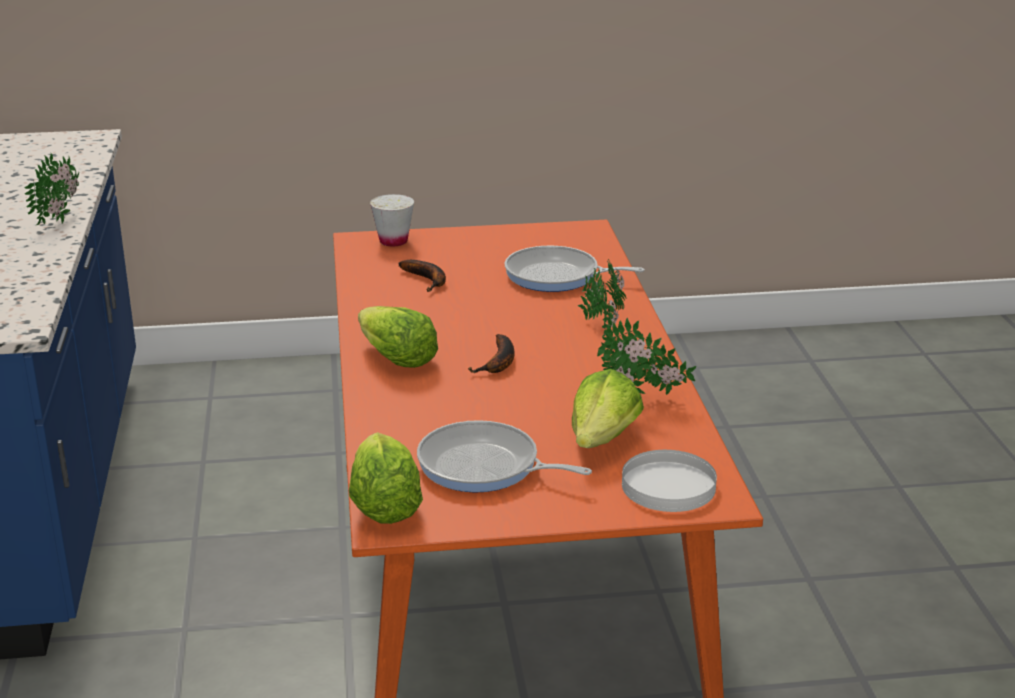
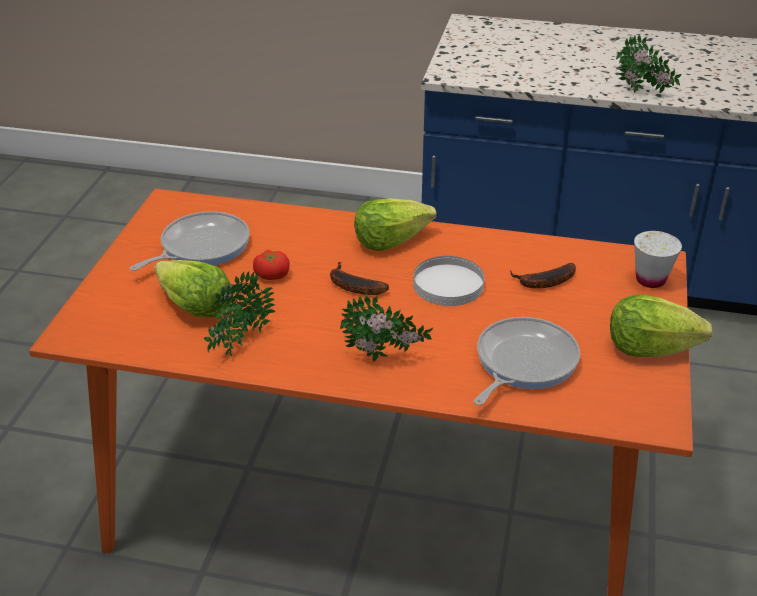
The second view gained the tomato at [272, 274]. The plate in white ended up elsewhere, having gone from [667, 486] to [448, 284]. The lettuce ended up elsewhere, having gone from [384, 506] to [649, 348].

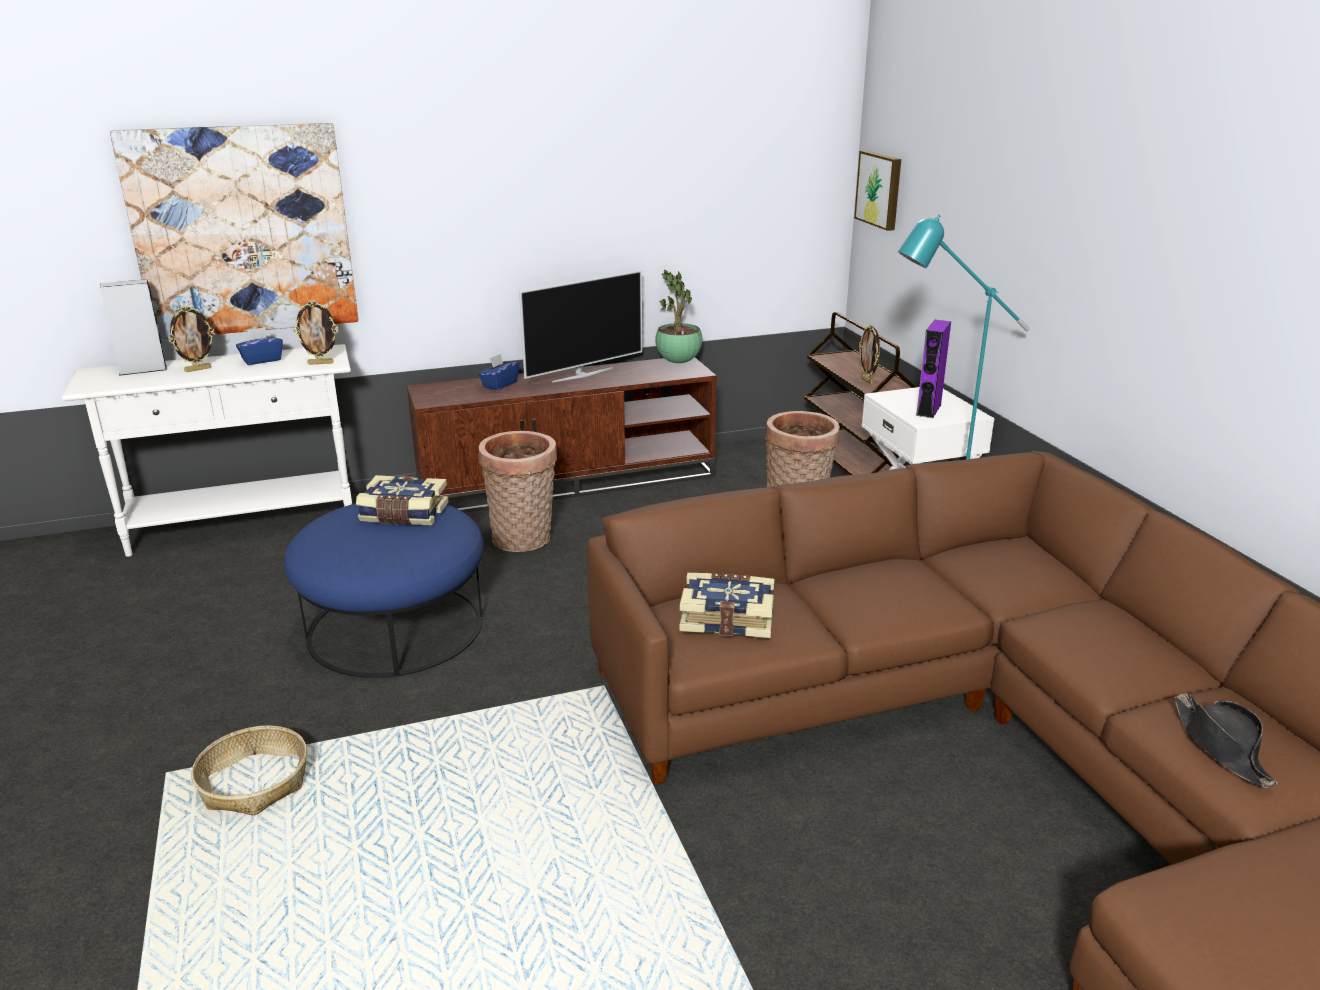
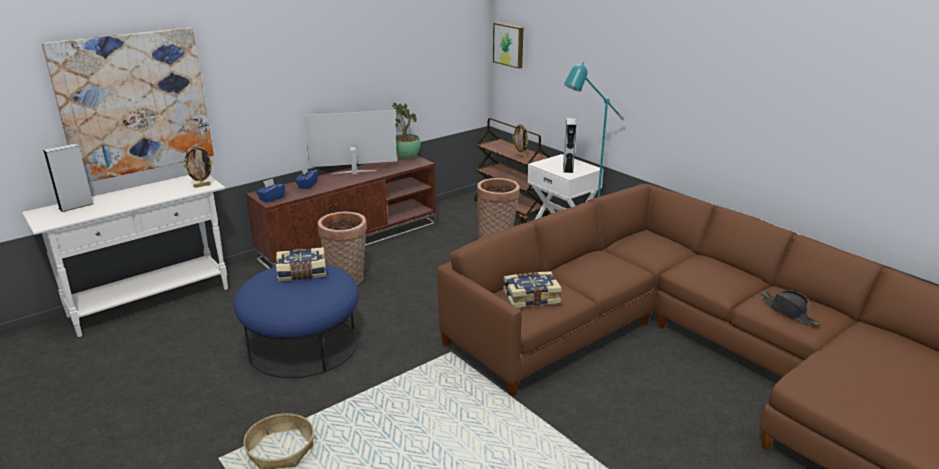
The tissue box in blue ended up elsewhere, having gone from [262, 360] to [271, 198]. The television at [582, 374] ended up facing another way, 135 degrees counterclockwise from before. What was the speaker in purple at [928, 410] turned into the speaker in grey at [568, 168]. The second view lost the picture frame at [198, 369].

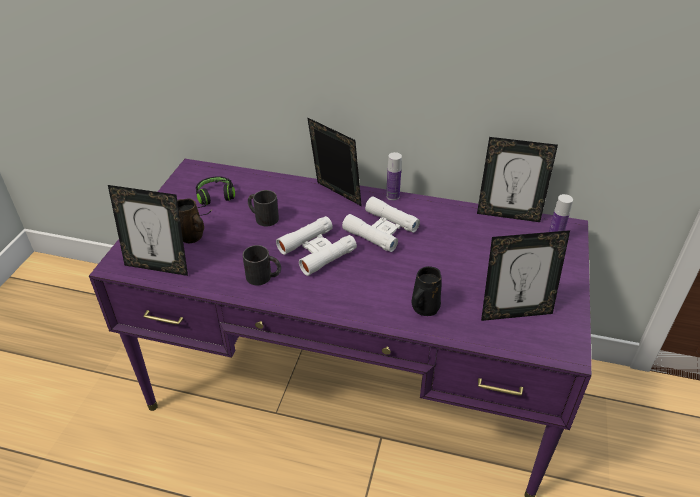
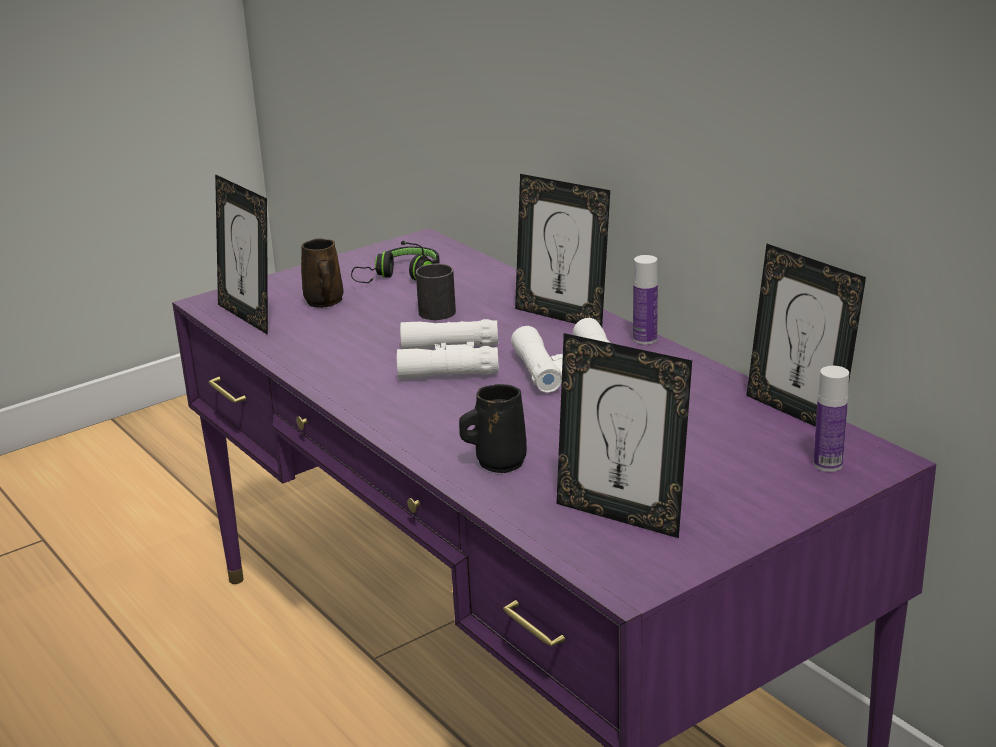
The picture frame at [335, 196] ended up facing another way, 135 degrees clockwise from before. The second view lost the mug in black at [264, 277].

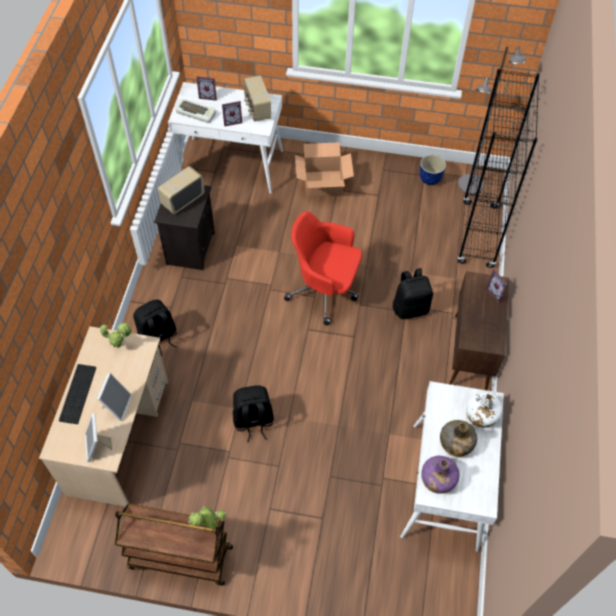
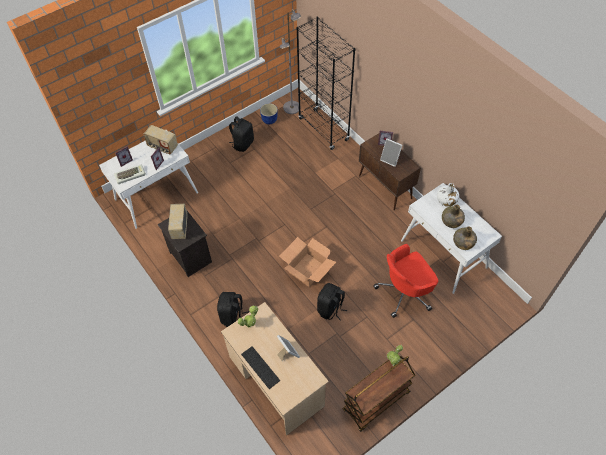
The backpack in black ended up elsewhere, having gone from [410, 308] to [242, 143]. The cardboard box ended up elsewhere, having gone from [323, 183] to [307, 269]. The office chair in red ended up elsewhere, having gone from [325, 291] to [405, 292]. The picture frame ended up elsewhere, having gone from [97, 446] to [390, 159]. What was the bottle in purple at [437, 479] turned into the bottle in green at [463, 243].

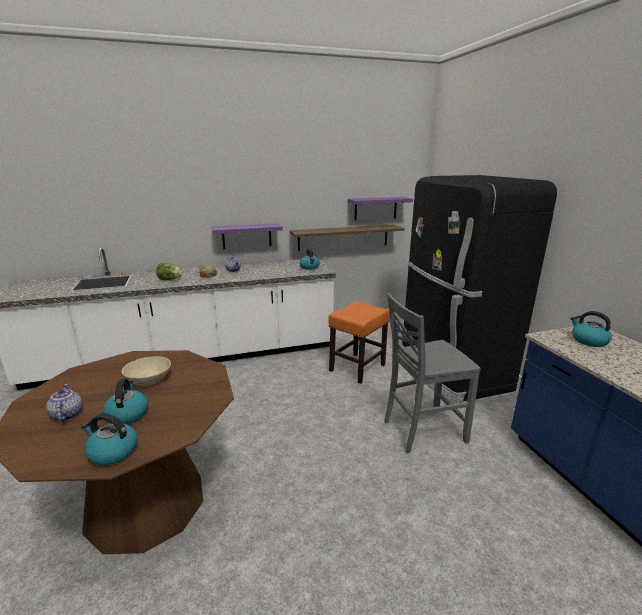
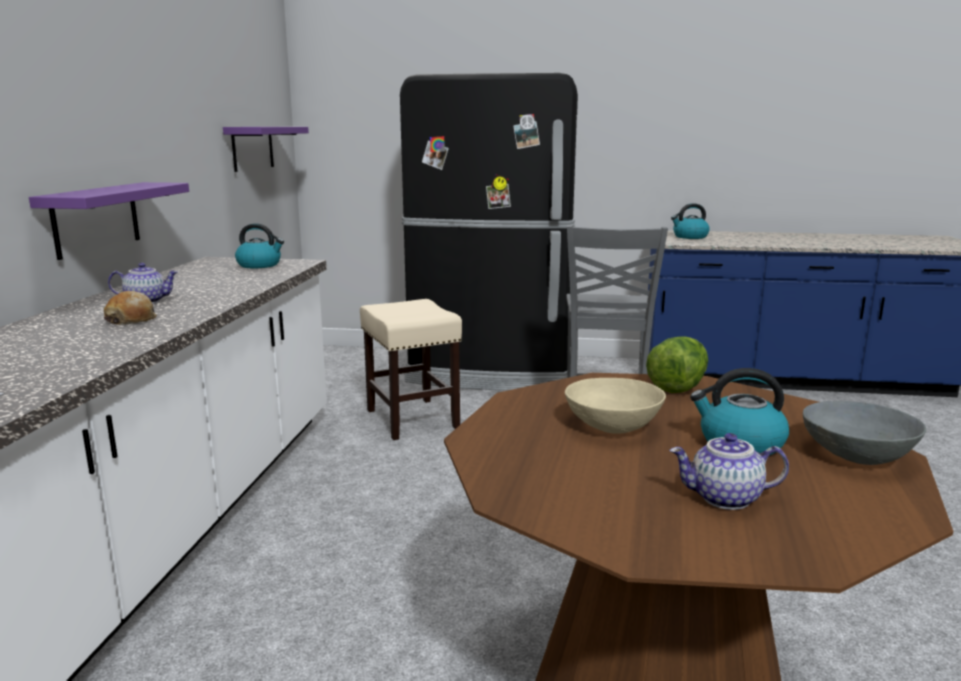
What was the stool in orange at [357, 367] turned into the stool in beige at [411, 418]. The lettuce ended up elsewhere, having gone from [170, 280] to [678, 386]. Where the kettle stood at [112, 452], the bowl in grey came to stand at [858, 455]. The second view lost the shelf at [343, 237].

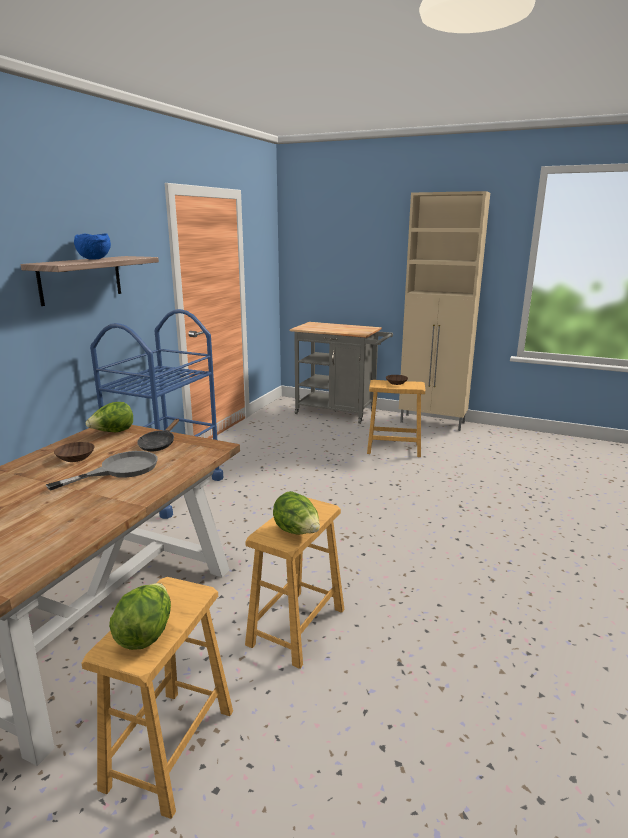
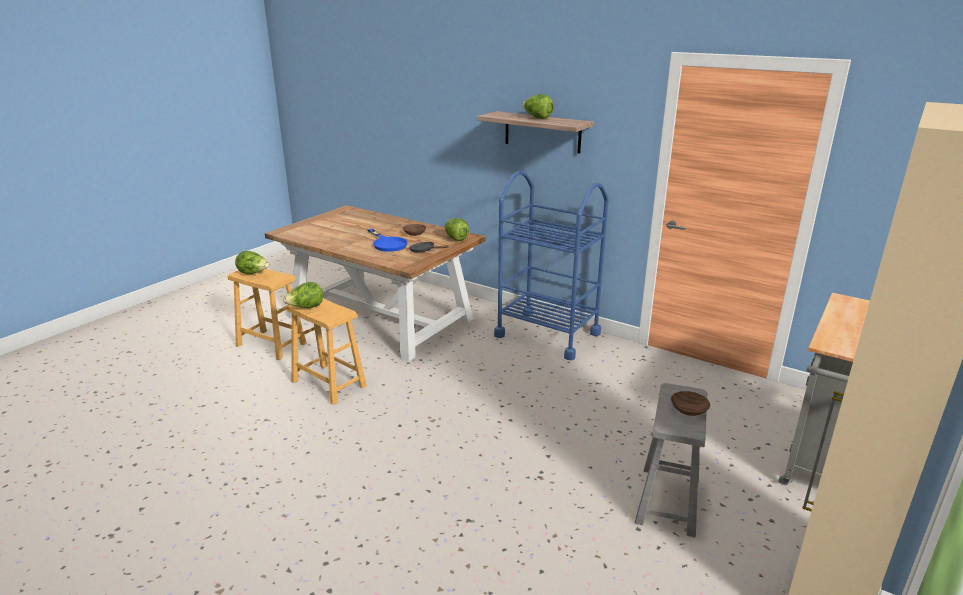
What was the frying pan in grey at [119, 470] turned into the frying pan in blue at [387, 244]. Where the bowl in blue stood at [95, 259], the lettuce came to stand at [537, 118]. What was the stool in brown at [394, 448] turned into the stool in grey at [668, 501].

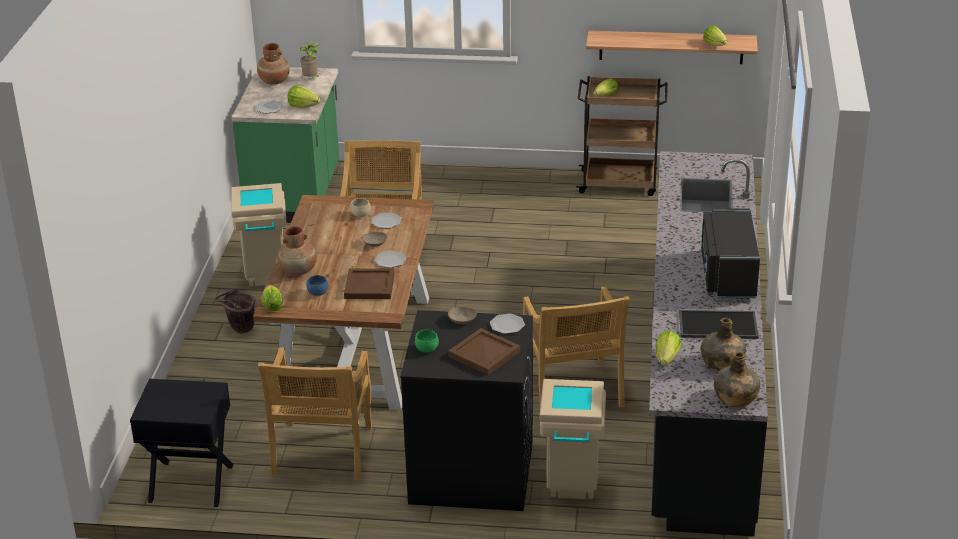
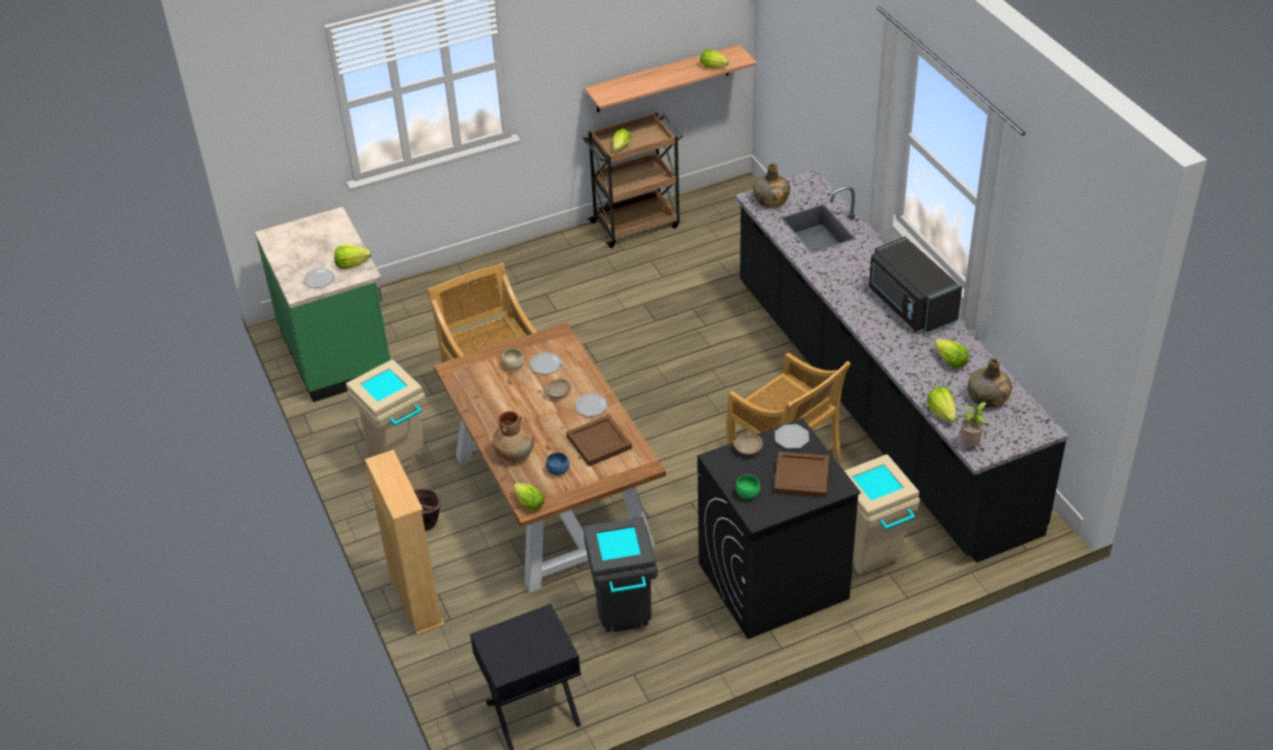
The second view gained the bookcase in beige at [416, 600]. Where the chair in beige stood at [322, 452], the trash can in grey came to stand at [625, 623]. The bottle in green ended up elsewhere, having gone from [735, 398] to [770, 200]. Where the tray stood at [717, 326], the lettuce came to stand at [950, 362]. The potted plant ended up elsewhere, having gone from [311, 79] to [970, 445]. The second view lost the vase in brown at [274, 81].

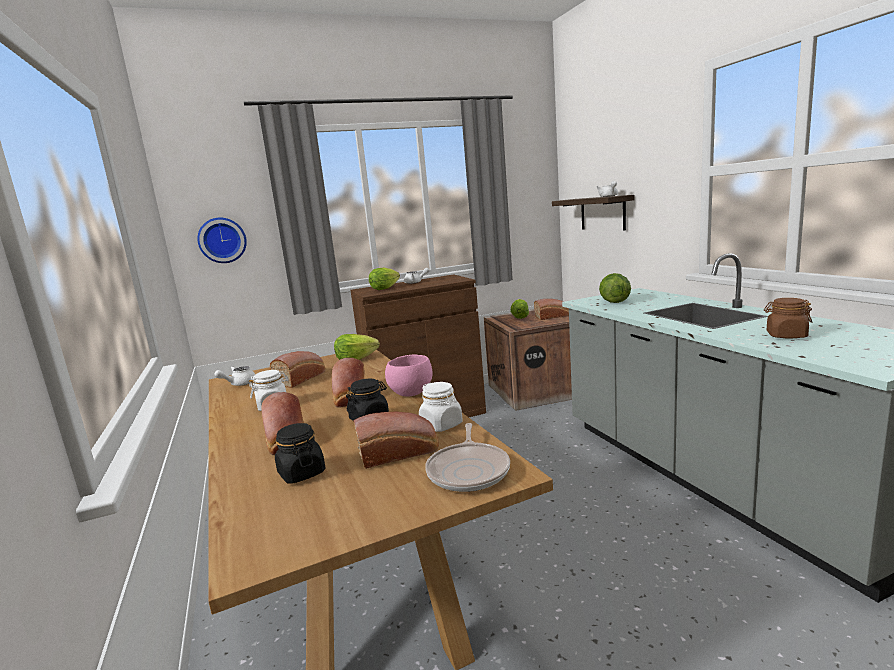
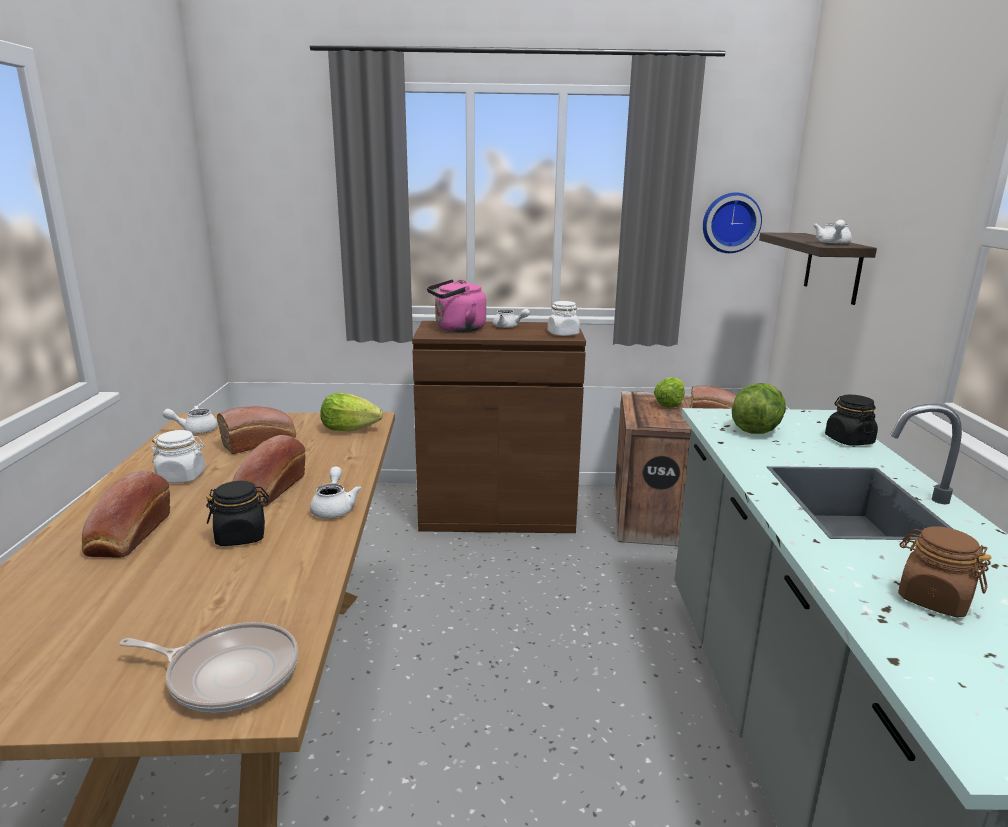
The frying pan at [469, 470] ended up facing another way, 105 degrees counterclockwise from before. Where the bowl in pink stood at [410, 393], the teapot in white came to stand at [334, 508]. Where the lettuce stood at [384, 288], the kettle in pink came to stand at [457, 329]. The jar in white ended up elsewhere, having gone from [441, 425] to [563, 334]. The wall clock ended up elsewhere, having gone from [222, 240] to [730, 222]. The jar in black ended up elsewhere, having gone from [301, 473] to [848, 440]. The second view lost the bread at [400, 452].

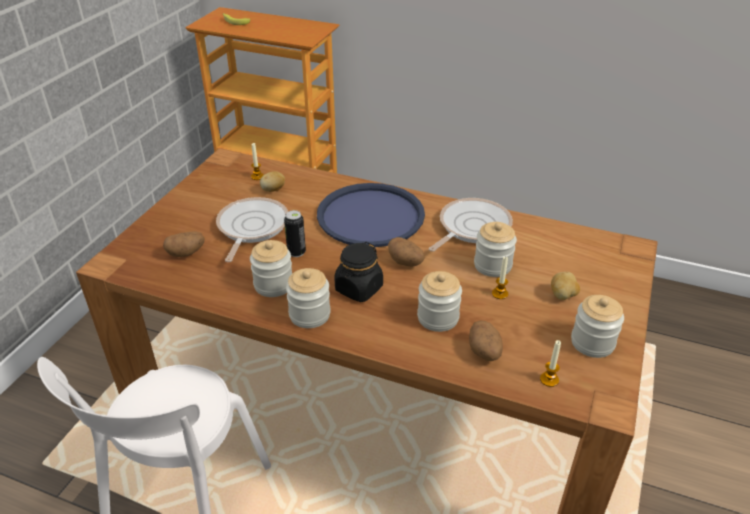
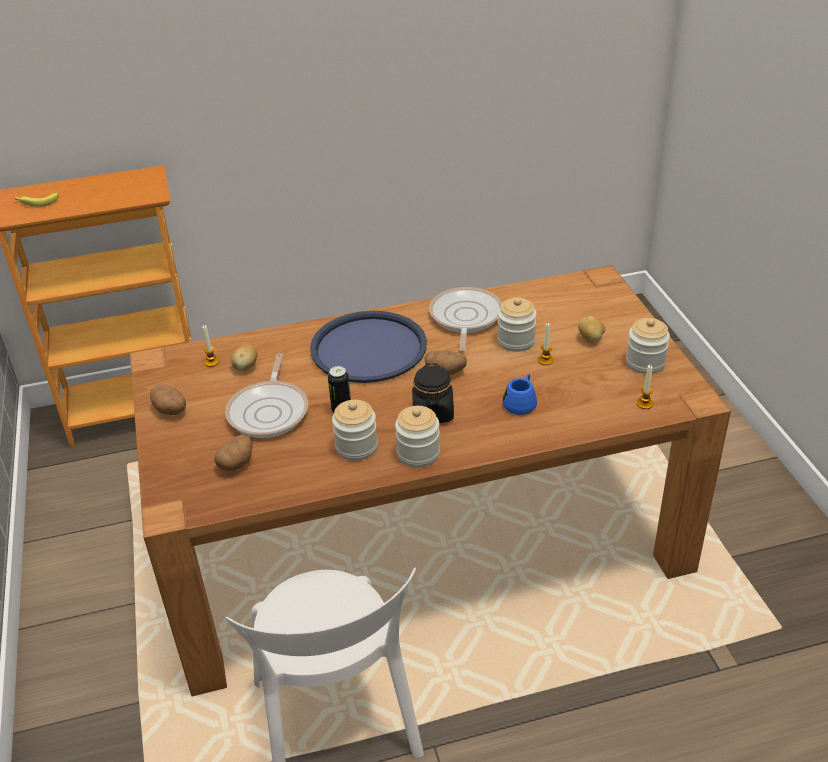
The potato ended up elsewhere, having gone from [484, 352] to [171, 410]. The frying pan at [251, 228] ended up facing another way, 150 degrees counterclockwise from before. Where the jar stood at [438, 318], the mug in blue came to stand at [521, 402].

